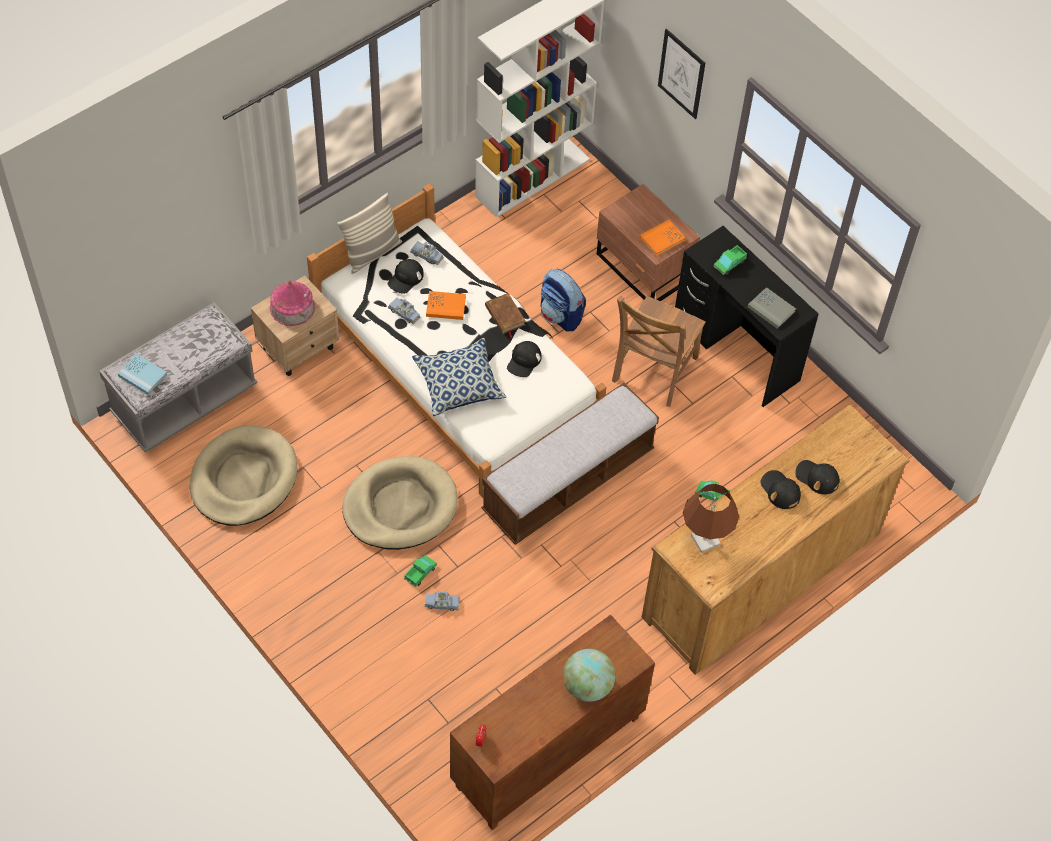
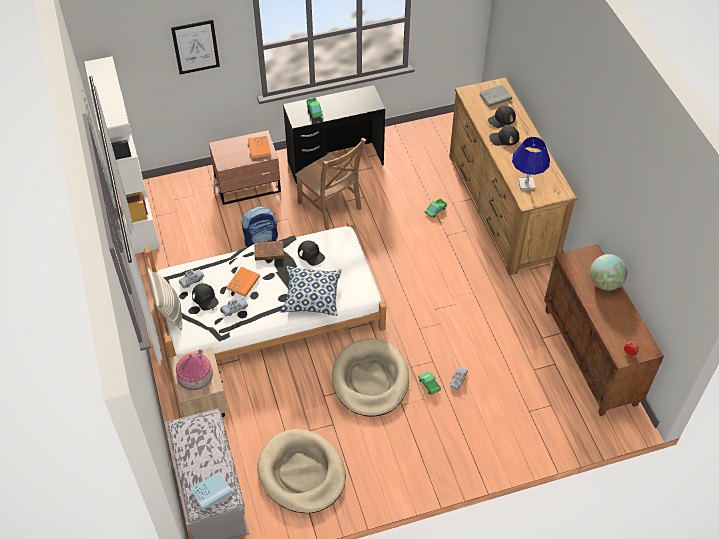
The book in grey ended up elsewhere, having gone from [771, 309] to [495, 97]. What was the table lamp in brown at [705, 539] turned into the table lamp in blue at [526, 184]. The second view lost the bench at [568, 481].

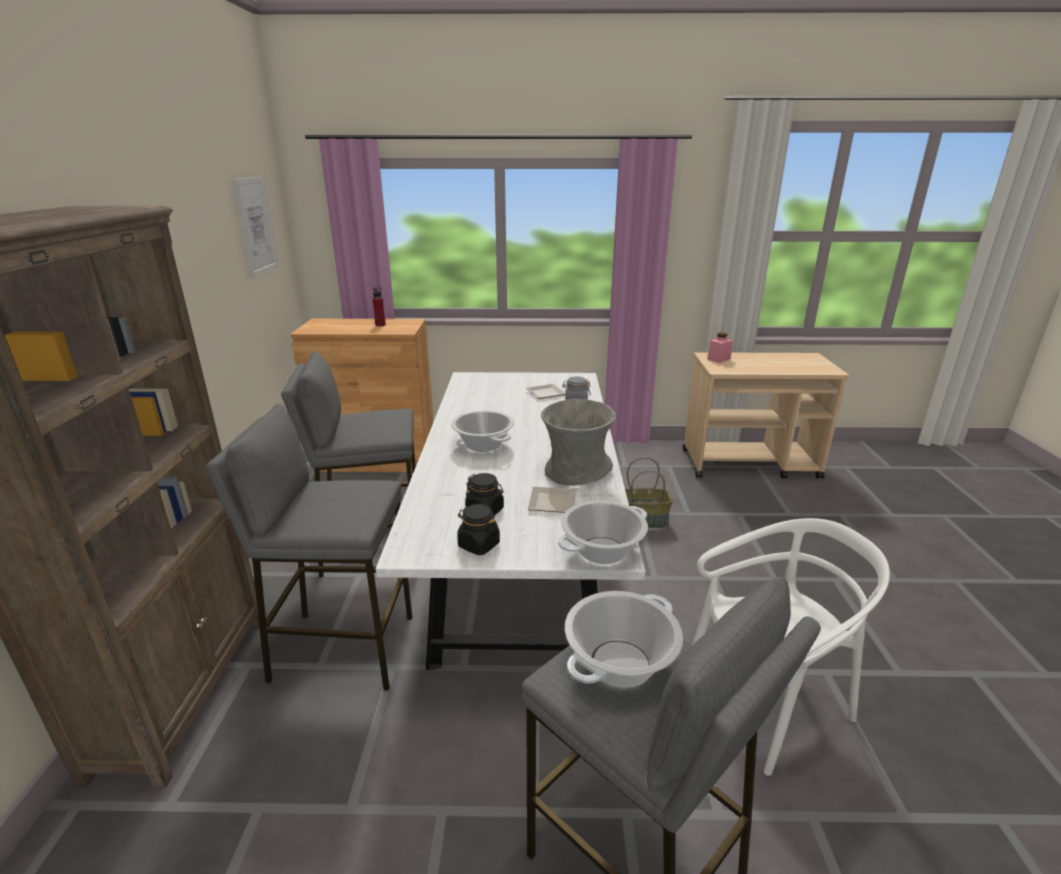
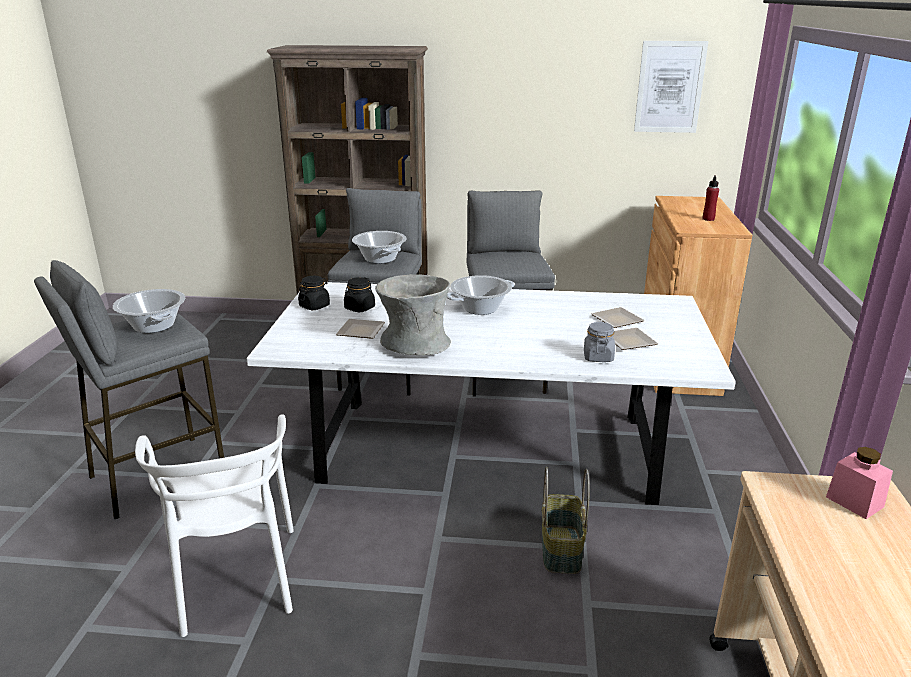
The cooking pot ended up elsewhere, having gone from [603, 551] to [380, 259]. The second view gained the plate at [619, 320].

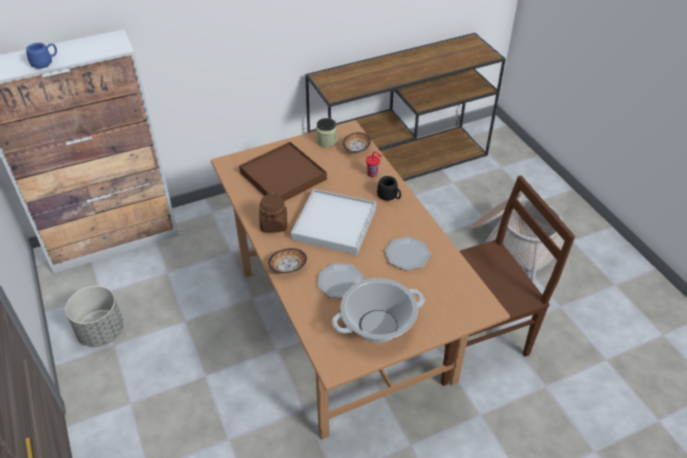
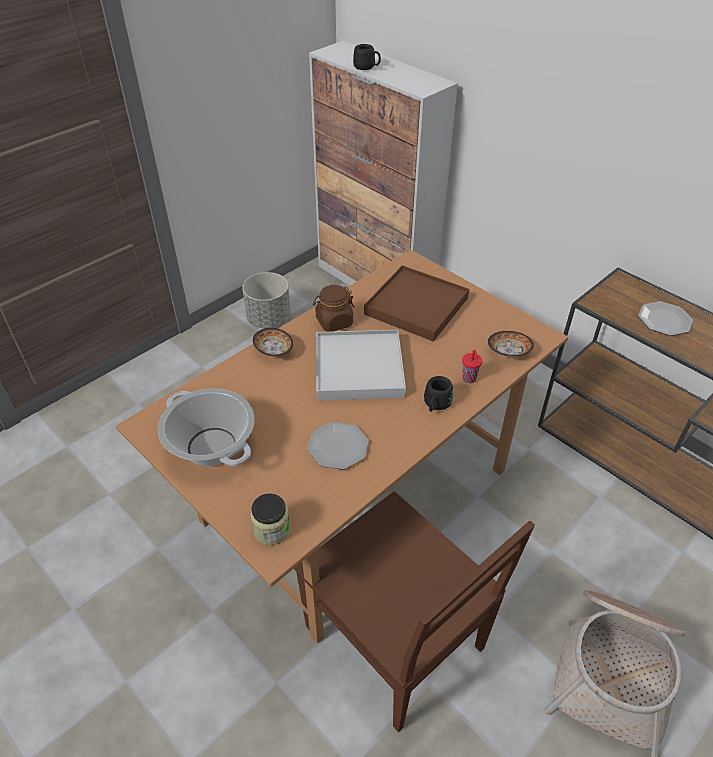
The jar ended up elsewhere, having gone from [326, 141] to [272, 530]. What was the mug in blue at [45, 63] turned into the mug in black at [367, 68]. The plate ended up elsewhere, having gone from [340, 282] to [664, 320].

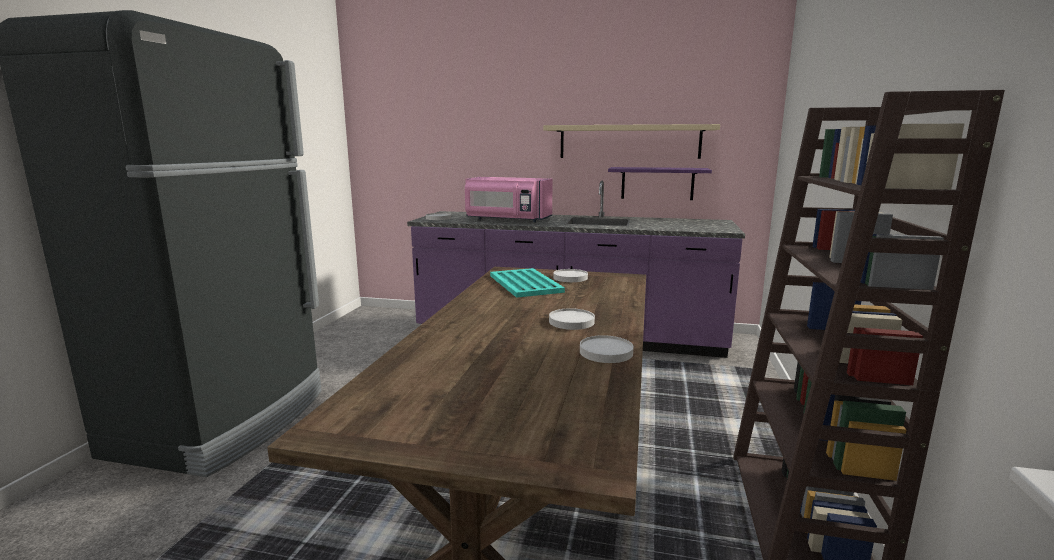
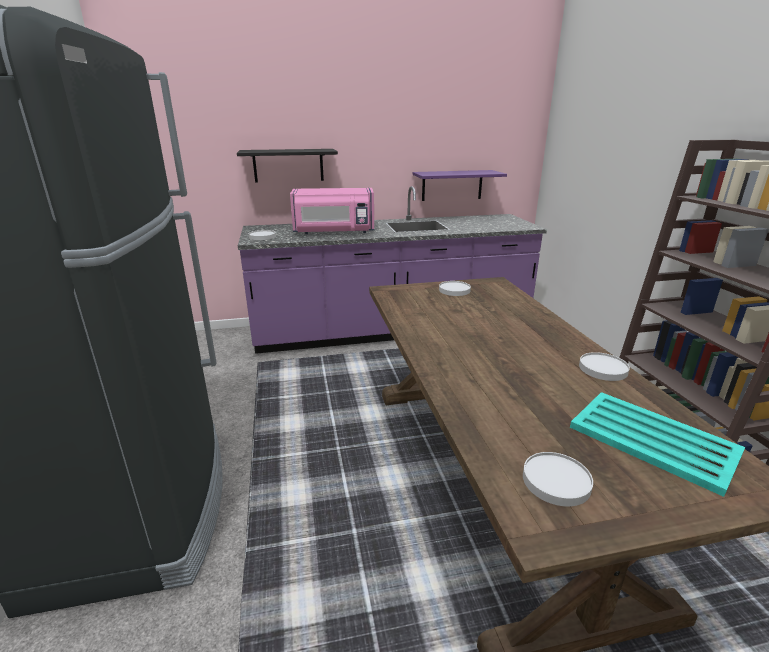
The second view gained the shelf in black at [288, 165]. The plate in white ended up elsewhere, having gone from [571, 322] to [556, 481]. The tray in turquoise ended up elsewhere, having gone from [525, 284] to [654, 440]. The second view lost the shelf in beige at [629, 142].

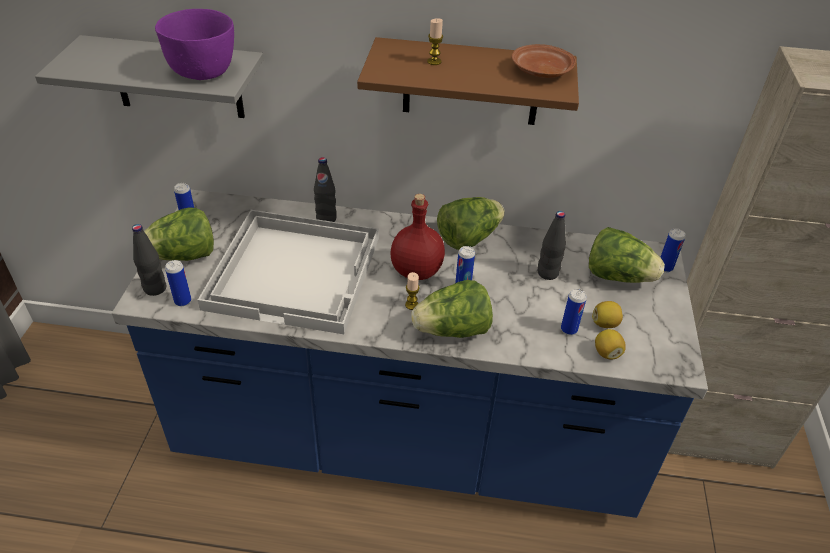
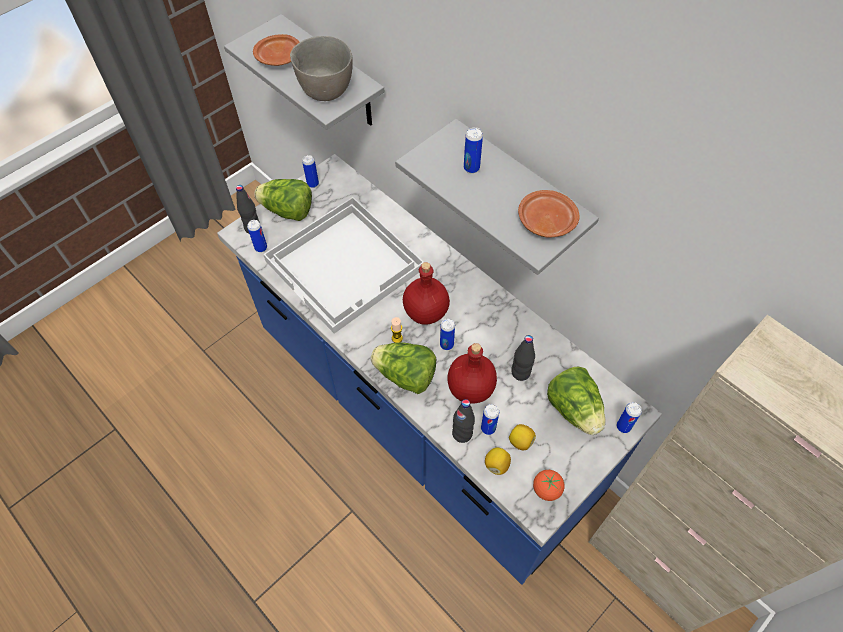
The second view gained the plate in brown at [280, 57]. What was the bowl in purple at [203, 72] turned into the bowl in grey at [326, 90]. What was the shelf in brown at [471, 82] turned into the shelf in grey at [519, 191]. The second view gained the bottle in red at [471, 389]. The bottle in black ended up elsewhere, having gone from [326, 219] to [462, 434]. Where the candle stood at [434, 61], the can came to stand at [471, 168]. The second view gained the tomato at [546, 489]. The second view lost the lettuce at [468, 238].

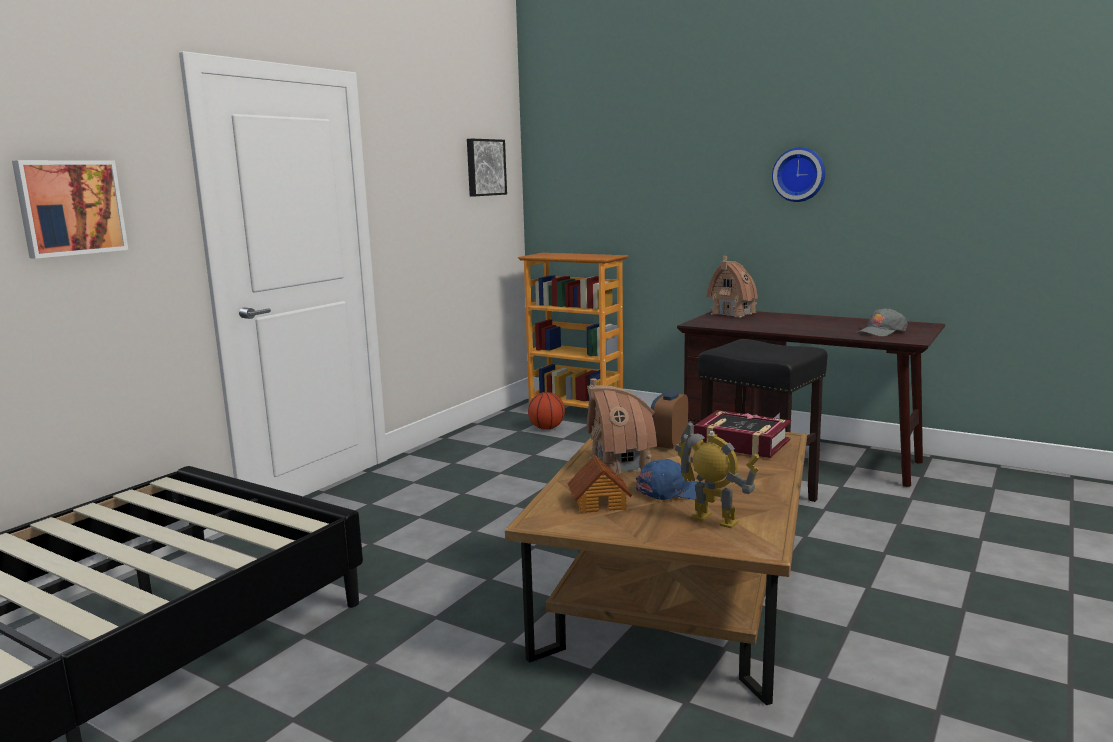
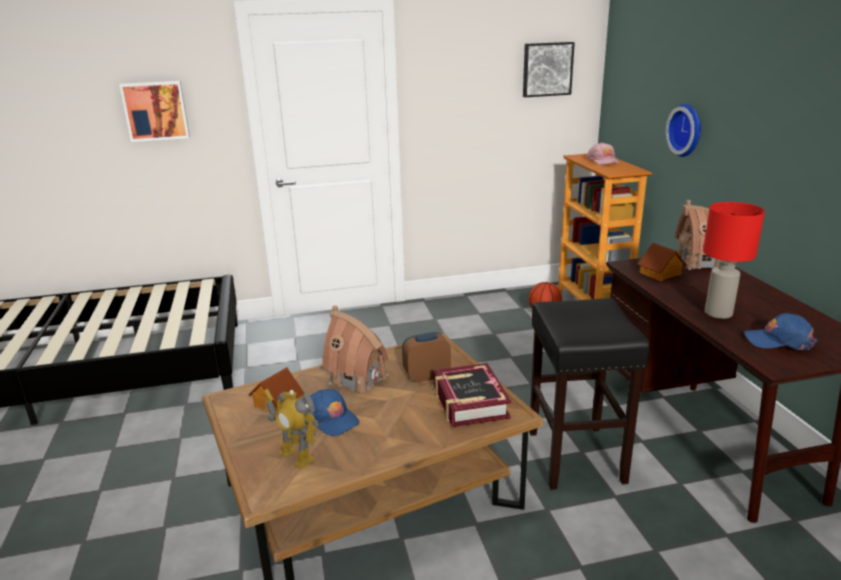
The toy robot at [714, 520] ended up facing another way, 135 degrees clockwise from before. The second view gained the cap in pink at [603, 161]. The second view gained the toy house at [660, 274]. The wall clock ended up elsewhere, having gone from [799, 174] to [687, 130]. The second view gained the table lamp in red at [718, 313]. What was the cap in grey at [881, 332] turned into the cap in blue at [778, 340].

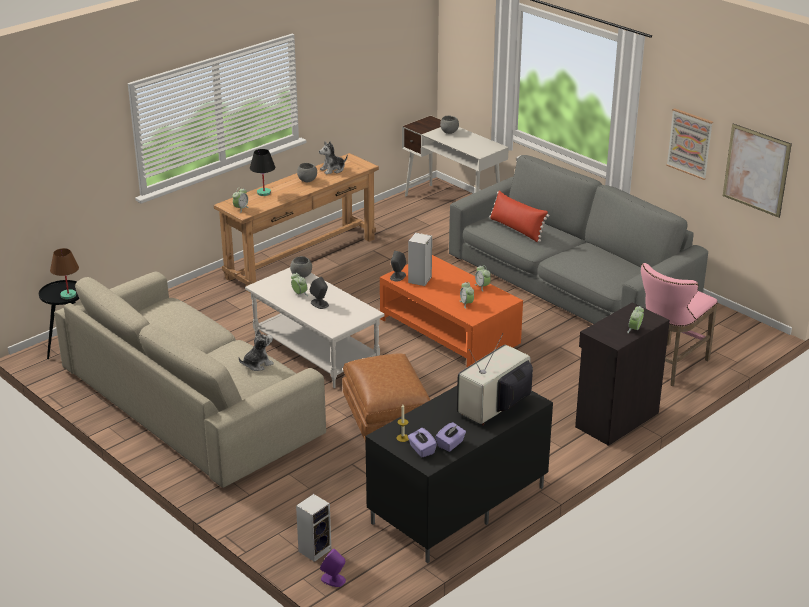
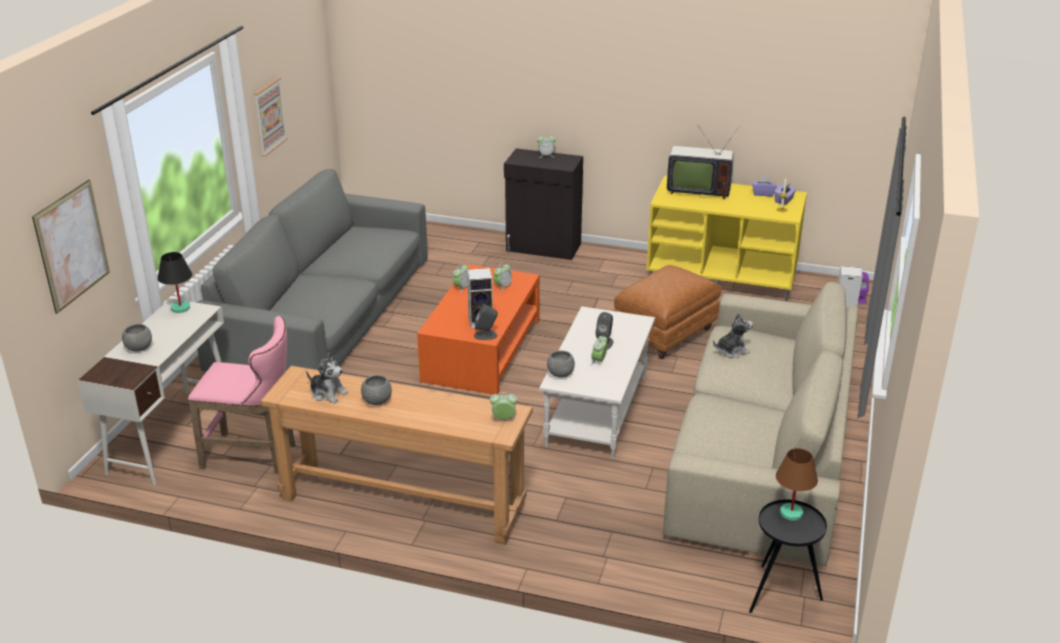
The picture ended up elsewhere, having gone from [756, 170] to [72, 246]. The table lamp in black ended up elsewhere, having gone from [263, 193] to [180, 308]. The stool in pink ended up elsewhere, having gone from [669, 367] to [254, 456]. What was the tv stand in black at [458, 506] turned into the tv stand in yellow at [723, 277]. The plush toy at [257, 364] ended up facing another way, 135 degrees clockwise from before. The second view lost the pillow in red at [516, 229].

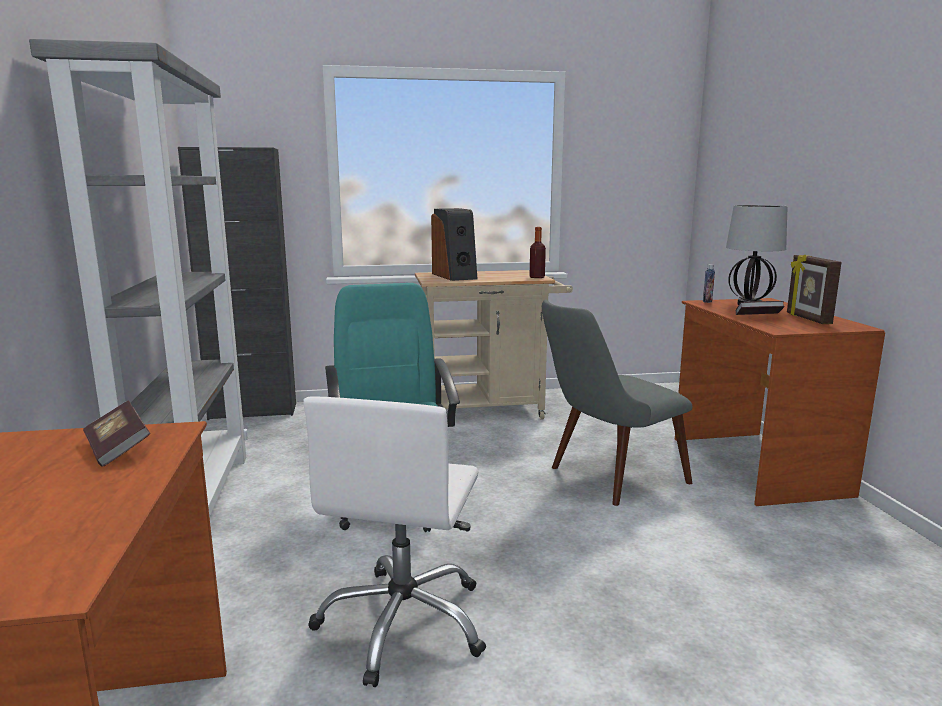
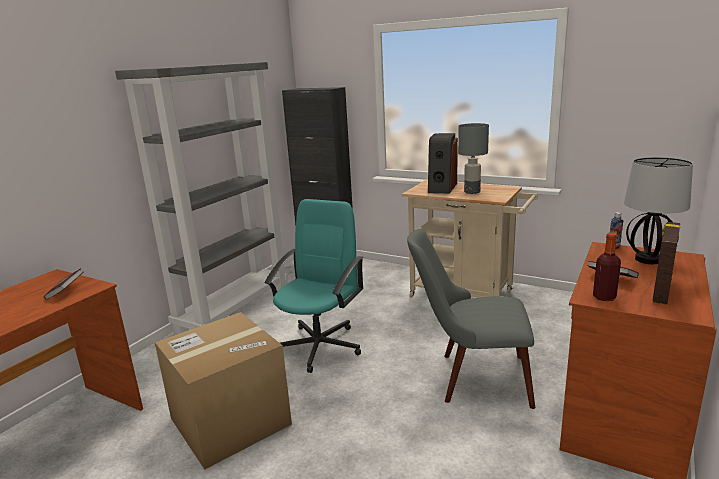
Where the office chair in white stood at [404, 622], the cardboard box came to stand at [230, 421]. The second view gained the table lamp in grey at [472, 192]. The bottle ended up elsewhere, having gone from [537, 277] to [604, 297].

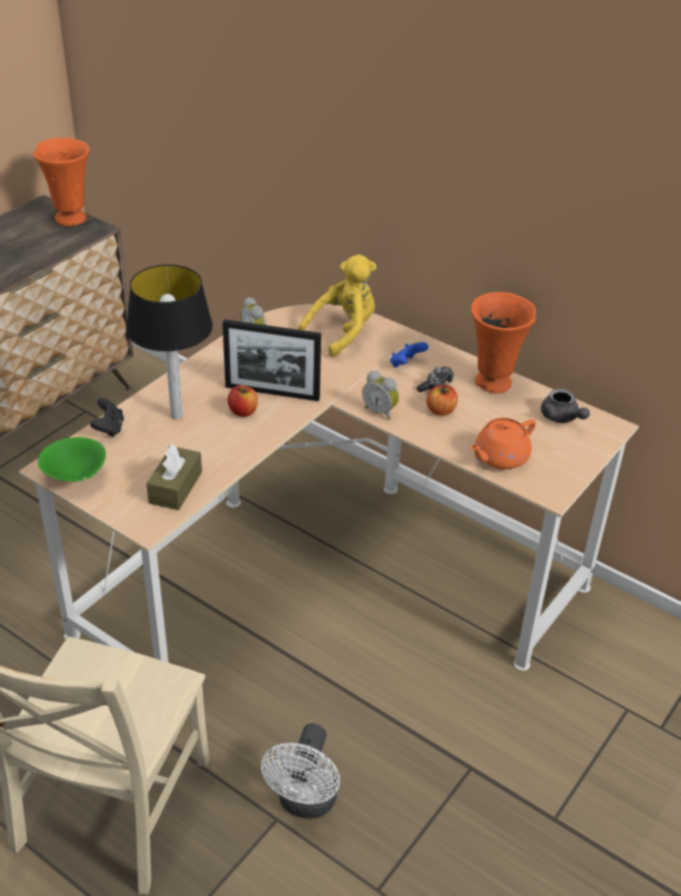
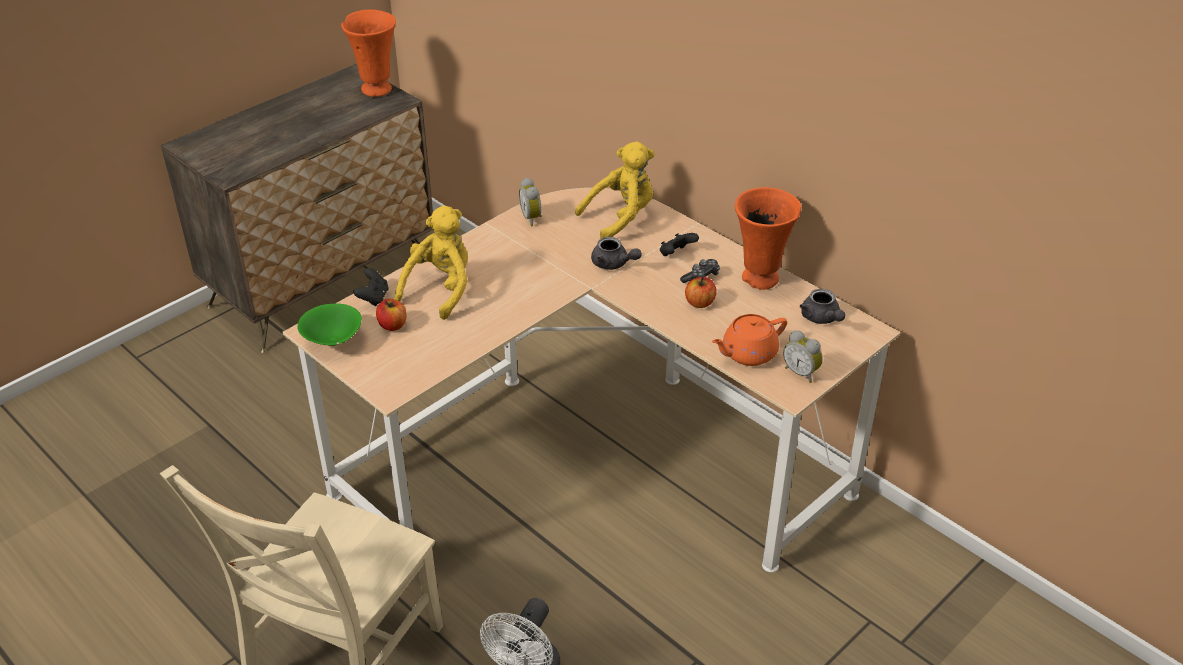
The apple ended up elsewhere, having gone from [243, 411] to [393, 325]. Where the table lamp stood at [177, 415], the plush toy in yellow came to stand at [440, 289]. The second view gained the teapot in grey at [613, 264]. What was the game controller in blue at [406, 364] turned into the game controller in black at [676, 254]. The alarm clock ended up elsewhere, having gone from [380, 411] to [801, 372]. The second view lost the tissue box in brown at [175, 487]. The second view lost the picture frame at [272, 392].

